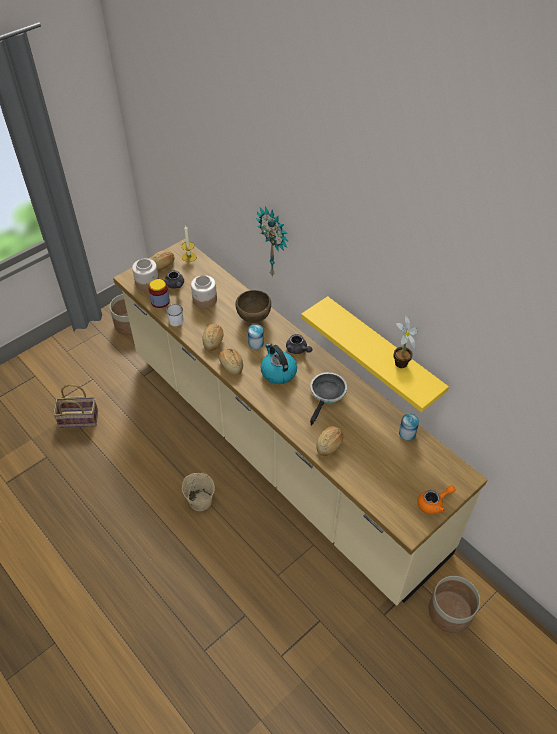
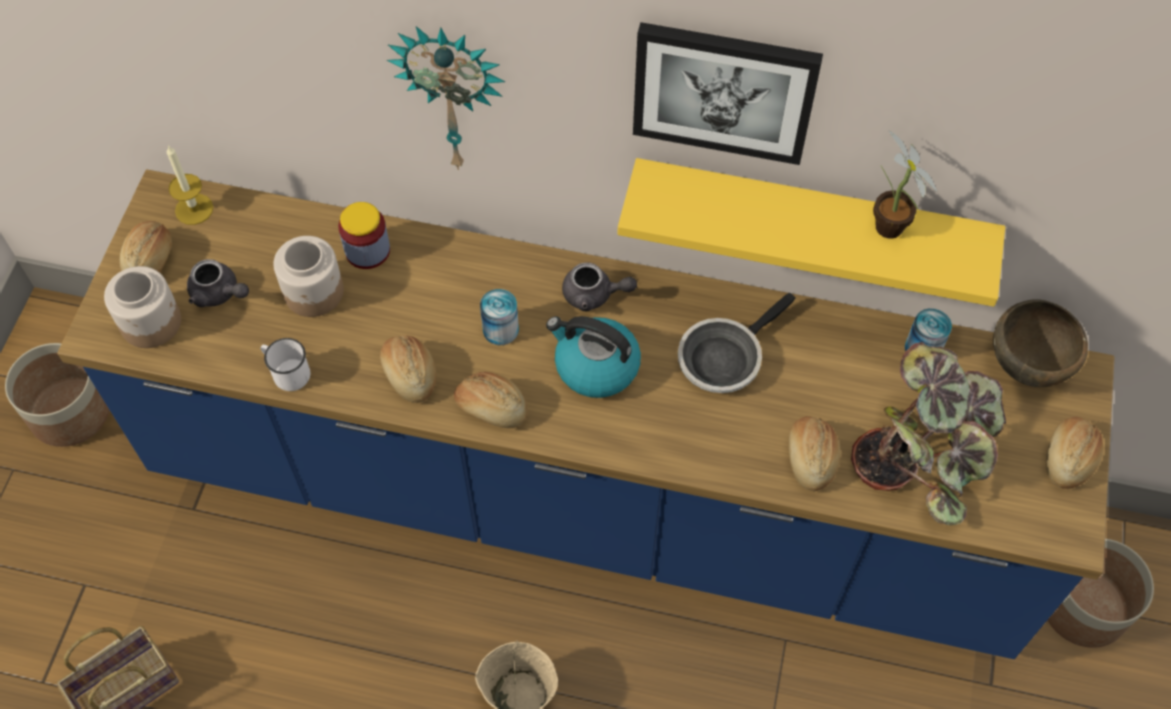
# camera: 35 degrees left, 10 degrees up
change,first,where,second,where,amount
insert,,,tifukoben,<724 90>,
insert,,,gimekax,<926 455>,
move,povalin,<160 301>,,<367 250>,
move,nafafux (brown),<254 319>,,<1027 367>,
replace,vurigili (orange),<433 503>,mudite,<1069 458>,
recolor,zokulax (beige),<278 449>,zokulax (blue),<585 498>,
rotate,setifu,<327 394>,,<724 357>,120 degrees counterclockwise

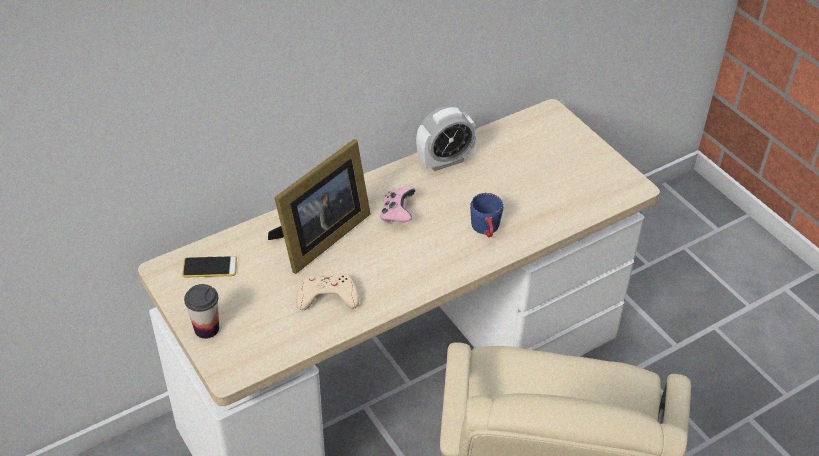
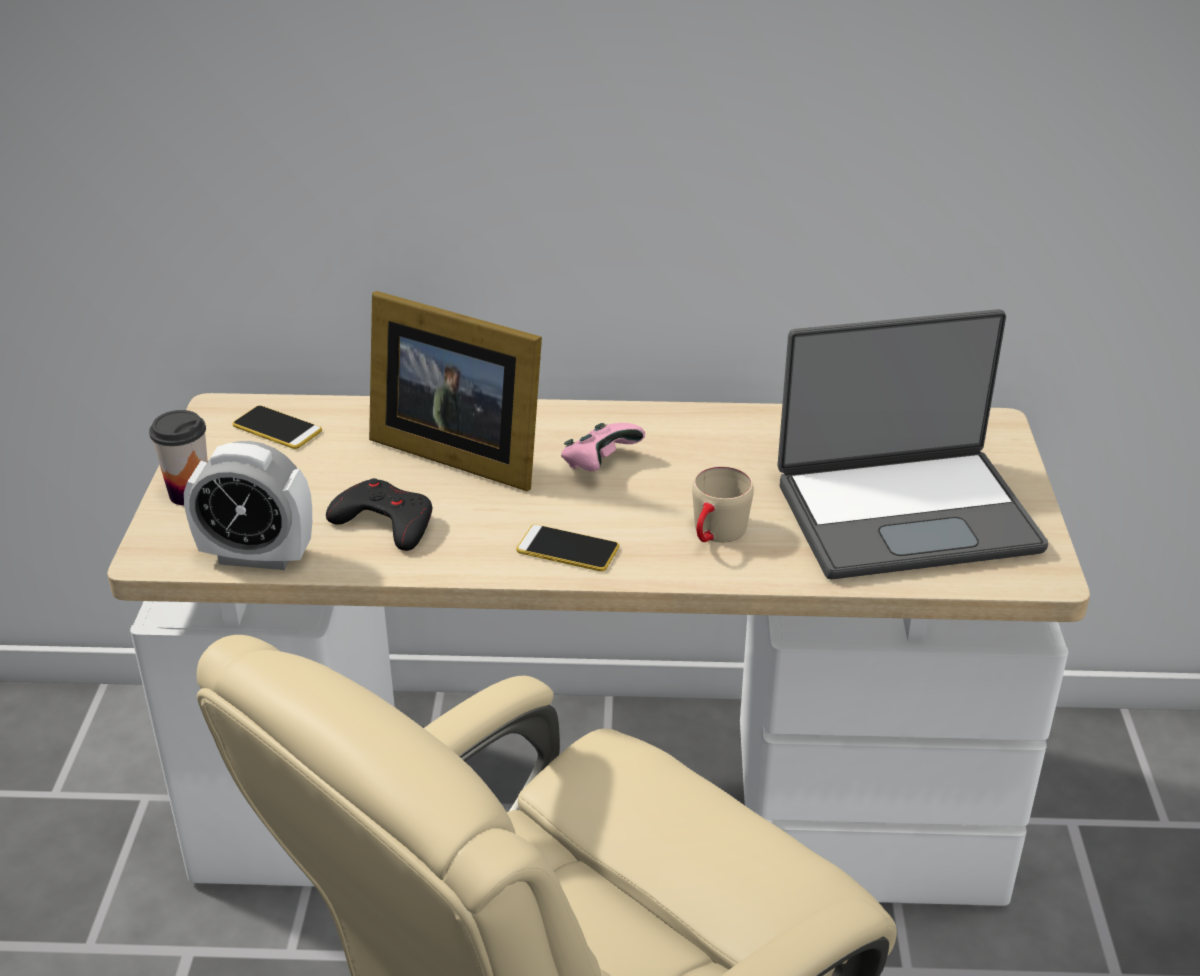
# camera: 35 degrees right, 10 degrees down
change,first,where,second,where,amount
insert,,,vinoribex,<568 549>,
insert,,,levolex,<905 513>,
move,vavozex,<445 161>,,<257 556>,
recolor,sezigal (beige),<327 296>,sezigal (black),<385 522>,
recolor,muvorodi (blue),<486 230>,muvorodi (beige),<715 535>,
rotate,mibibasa,<319 238>,,<456 450>,45 degrees clockwise

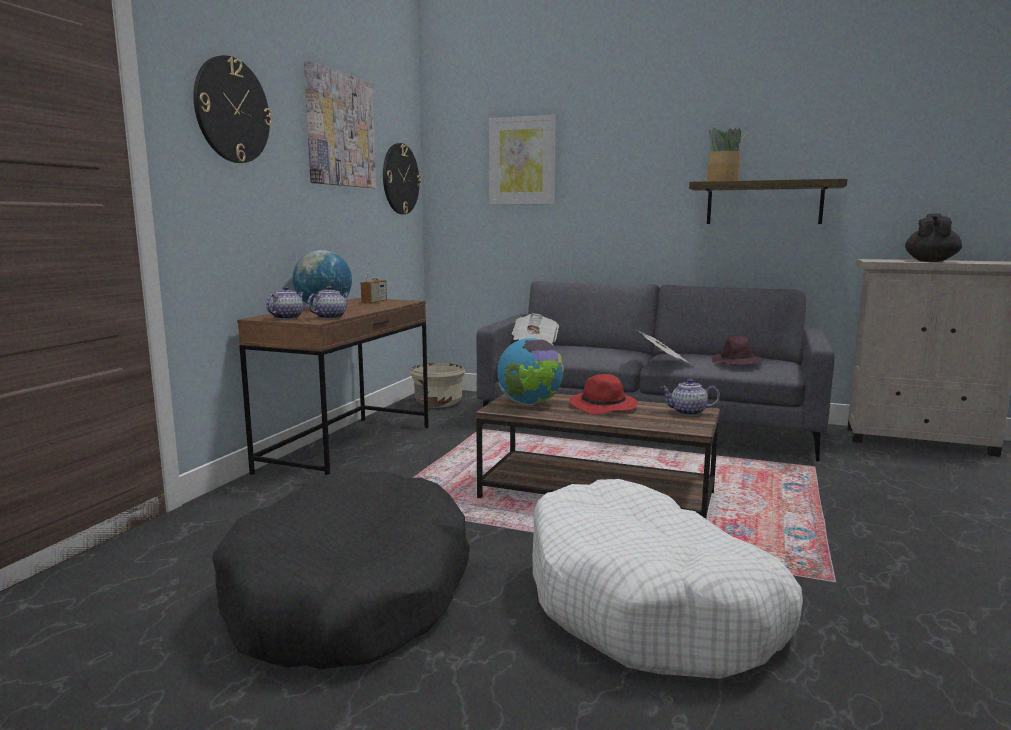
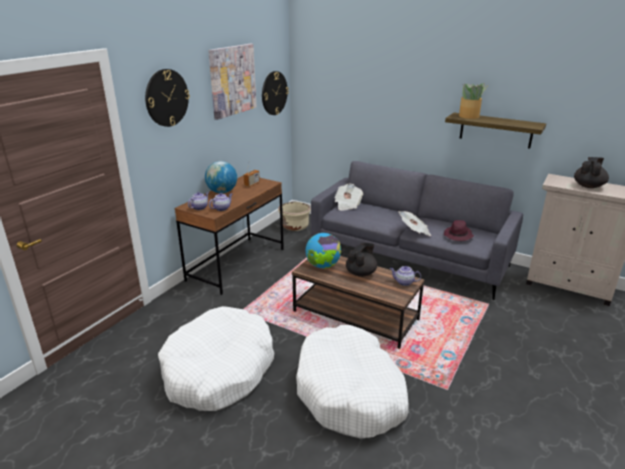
# camera: 10 degrees right, 15 degrees up
change,first,where,second,where,amount
delete,tifukoben,<522 161>,,,
replace,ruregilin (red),<604 407>,vurigili (black),<361 273>,
recolor,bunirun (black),<350 595>,bunirun (white),<218 370>,

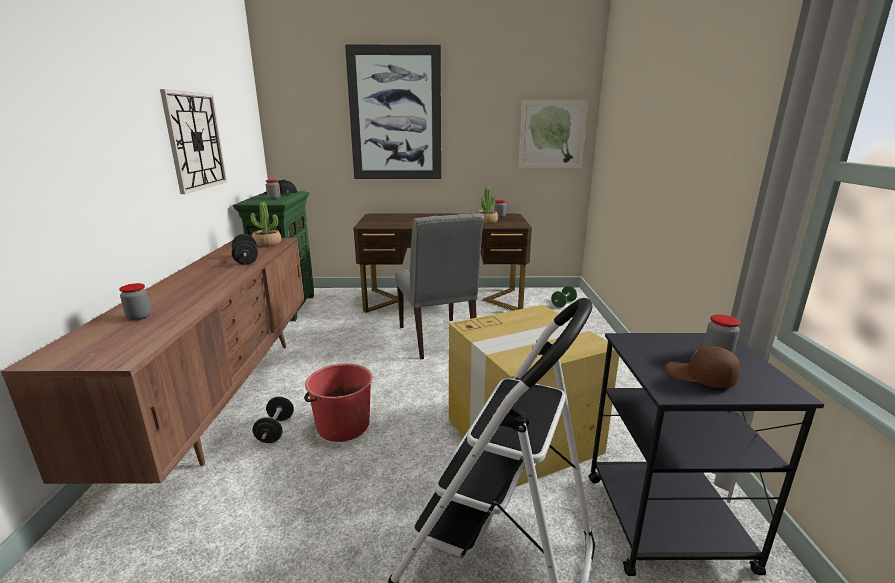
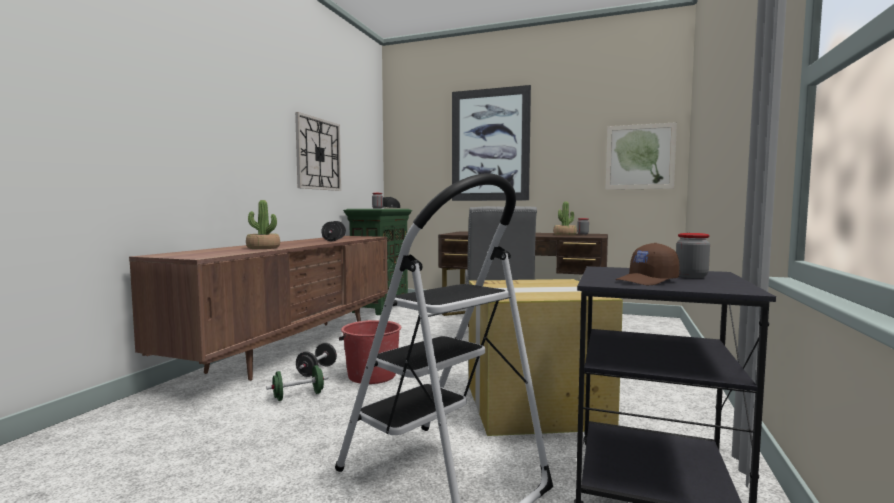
# camera: 20 degrees right, 15 degrees down
change,first,where,second,where,amount
delete,povalin,<139 317>,,,
move,gimekax,<267 243>,,<263 248>,
move,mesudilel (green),<563 304>,,<298 396>,
rotate,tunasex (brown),<700 377>,,<647 281>,90 degrees counterclockwise

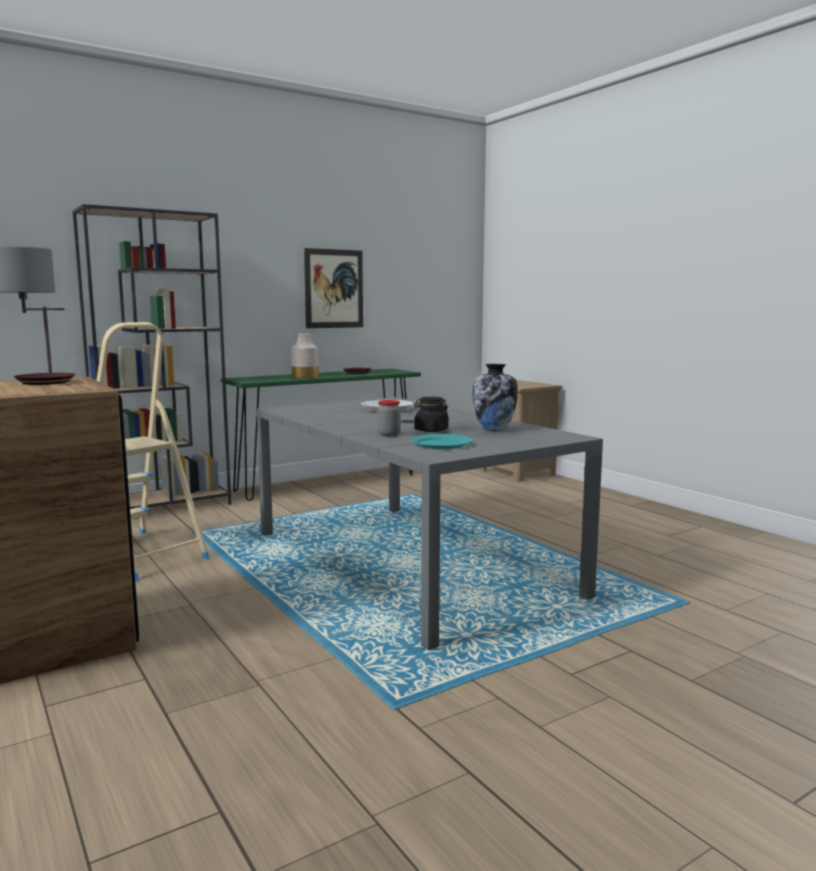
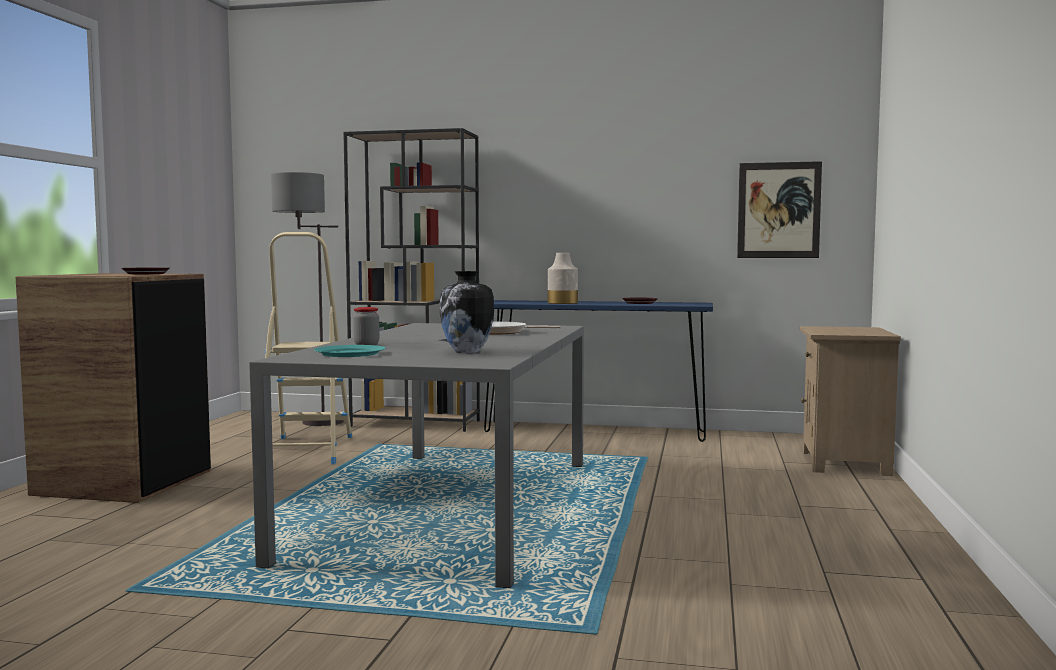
# camera: 45 degrees right, 5 degrees down
change,first,where,second,where,amount
delete,povalin (black),<431 430>,,,
move,tifukoben,<334 288>,,<778 210>,
recolor,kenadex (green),<327 483>,kenadex (blue),<594 432>,

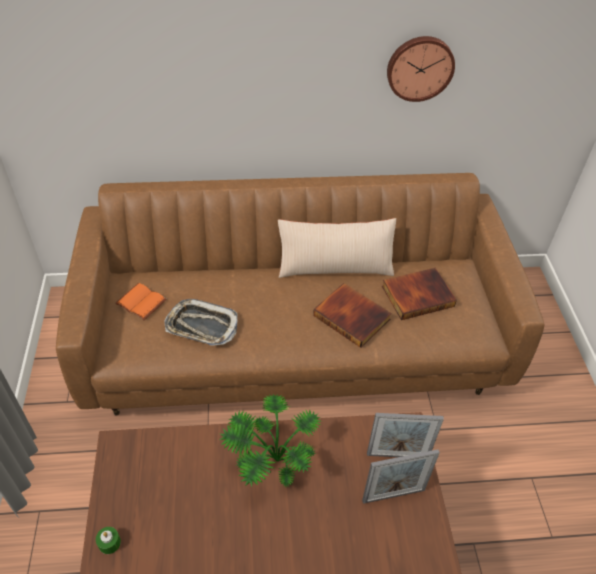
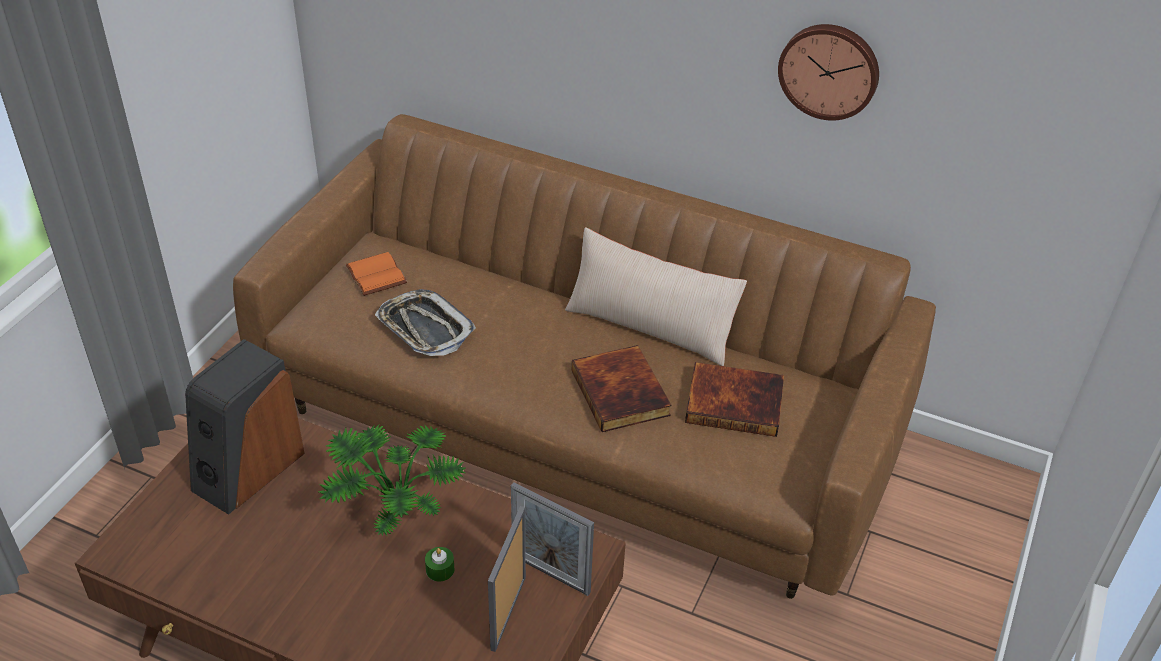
# camera: 30 degrees right, 5 degrees down
change,first,where,second,where,amount
insert,,,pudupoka,<247 469>,
move,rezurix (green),<109 543>,,<440 569>,
rotate,mibibasa,<393 495>,,<508 613>,90 degrees clockwise

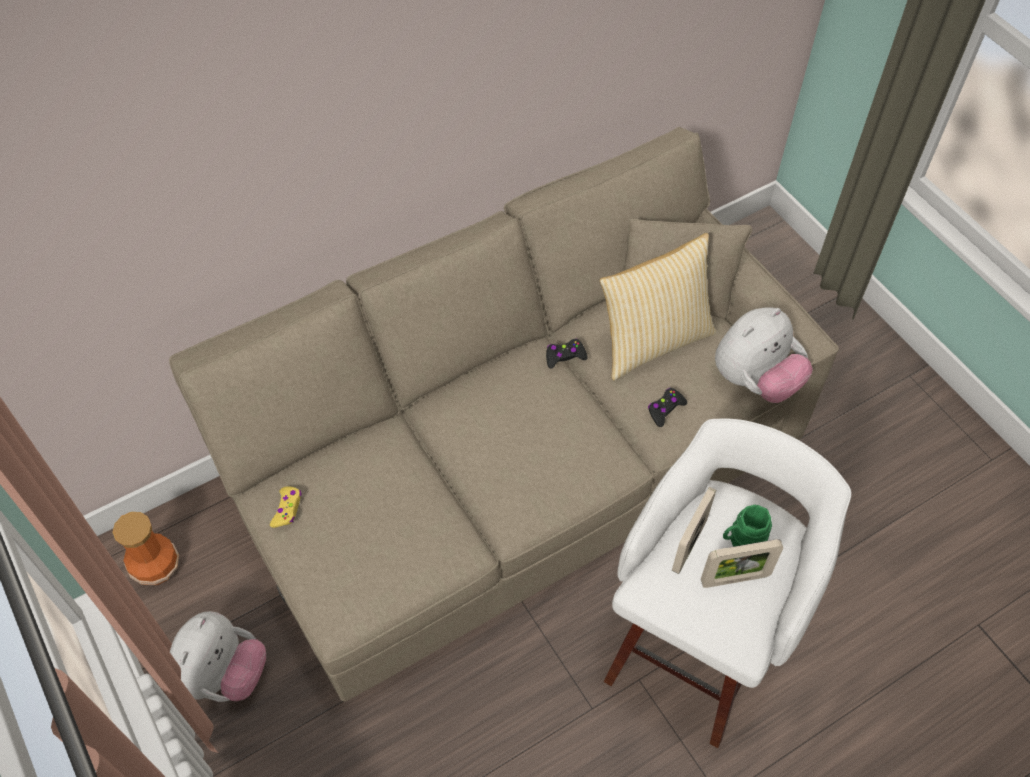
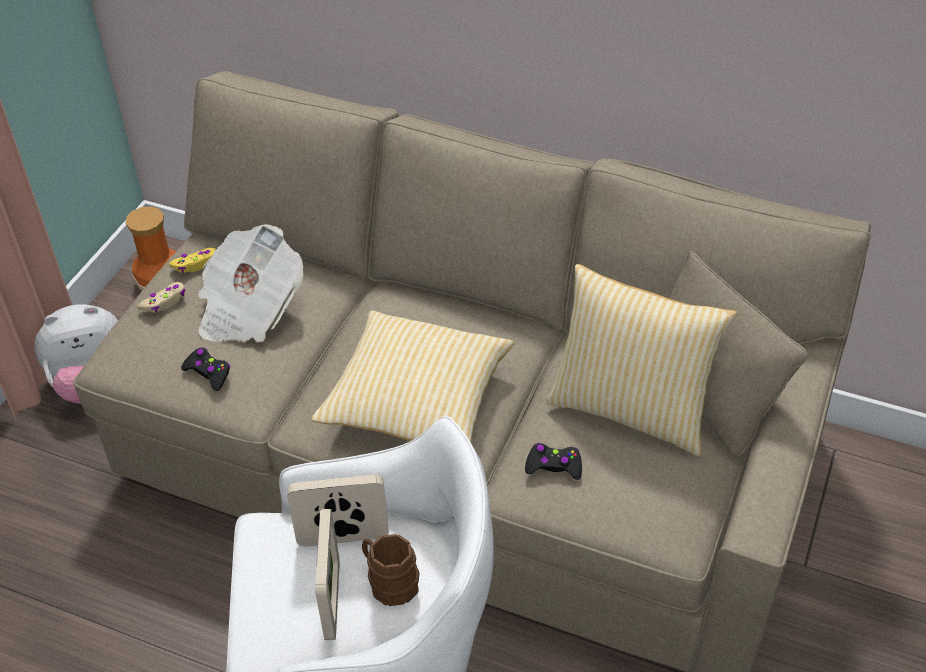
# camera: 55 degrees right, 10 degrees down
change,first,where,second,where,amount
delete,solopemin,<755 380>,,,
insert,,,sezigal (beige),<165 302>,
insert,,,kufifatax,<249 309>,
insert,,,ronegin,<417 402>,
move,sezigal (black),<564 356>,,<208 373>,
recolor,muvorodi (green),<742 540>,muvorodi (brown),<389 582>,
rotate,mibibasa,<735 579>,,<332 600>,135 degrees counterclockwise

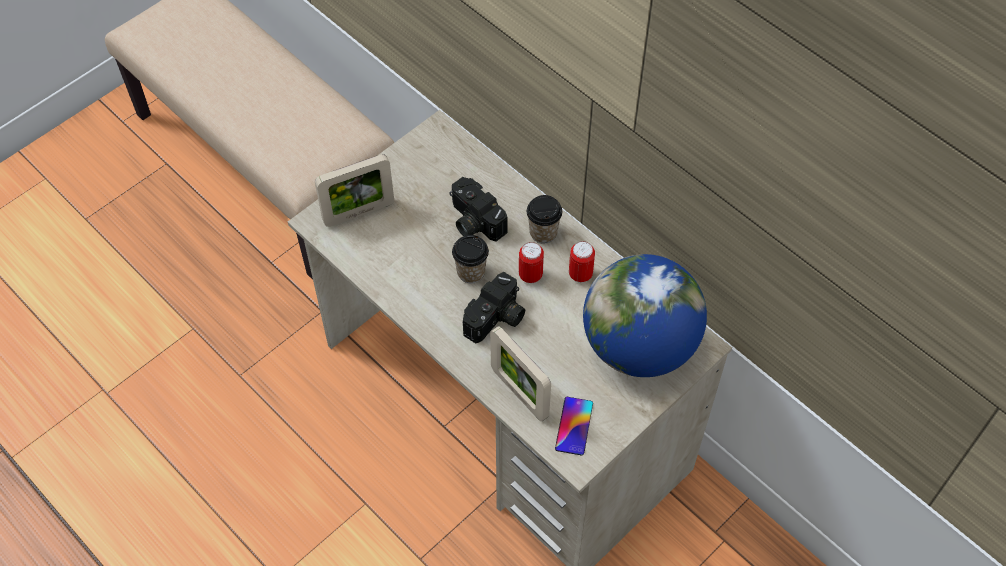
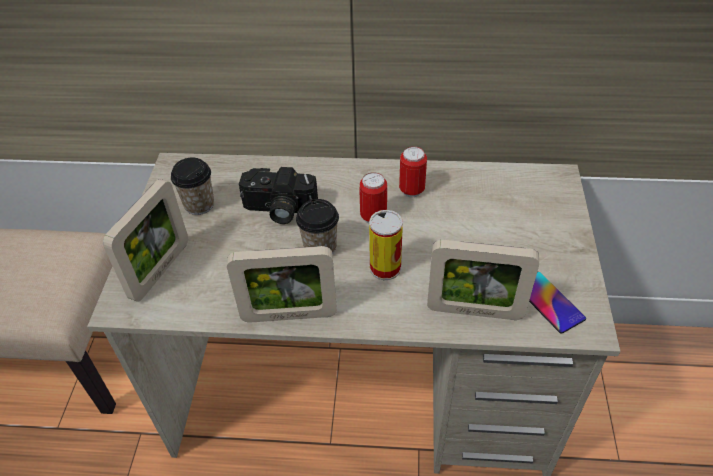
# camera: 40 degrees left, 10 degrees down
change,first,where,second,where,amount
delete,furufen,<639 346>,,,
insert,,,mibibasa,<289 315>,
move,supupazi,<543 232>,,<199 204>,
replace,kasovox,<496 319>,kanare,<385 268>,

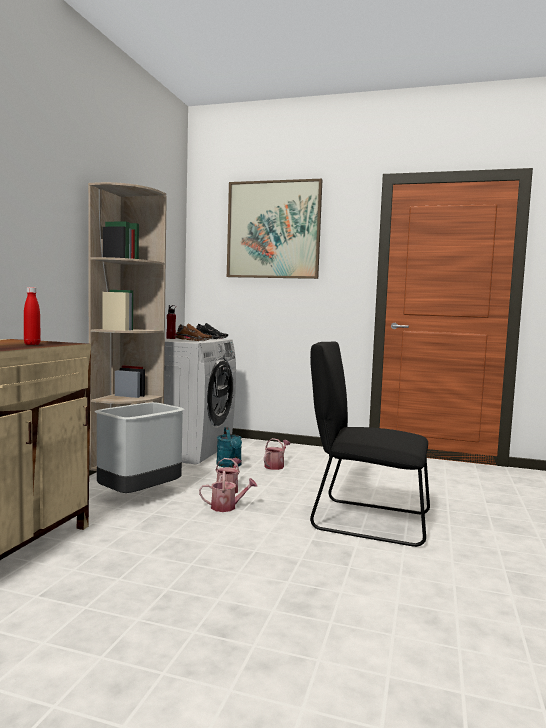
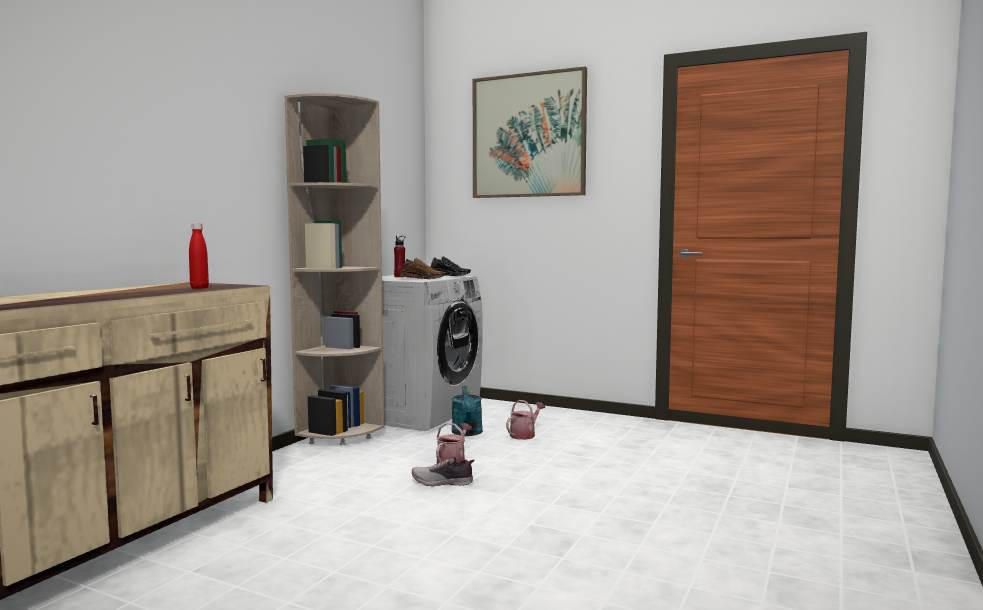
# camera: 10 degrees right, 0 degrees up
change,first,where,second,where,amount
delete,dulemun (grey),<140 497>,,,
delete,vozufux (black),<365 520>,,,
replace,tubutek,<227 507>,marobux,<443 482>,

